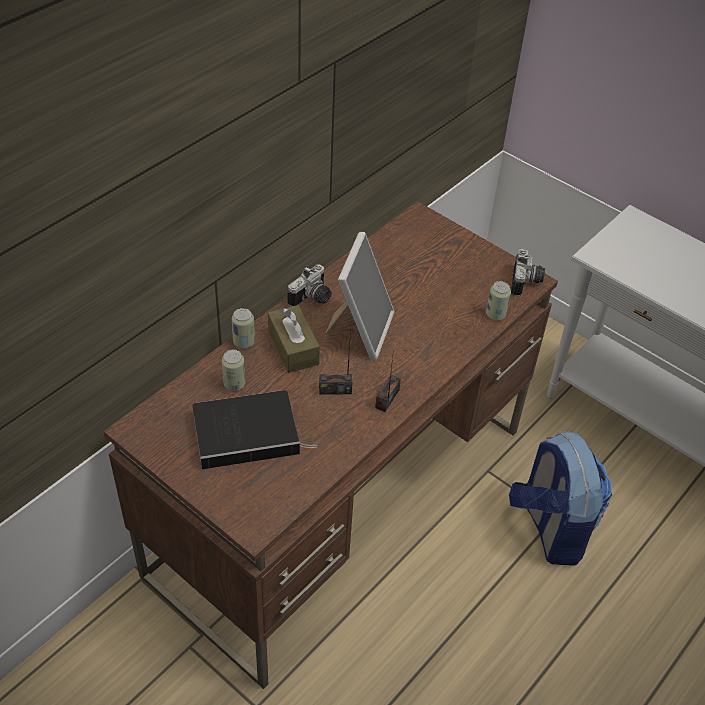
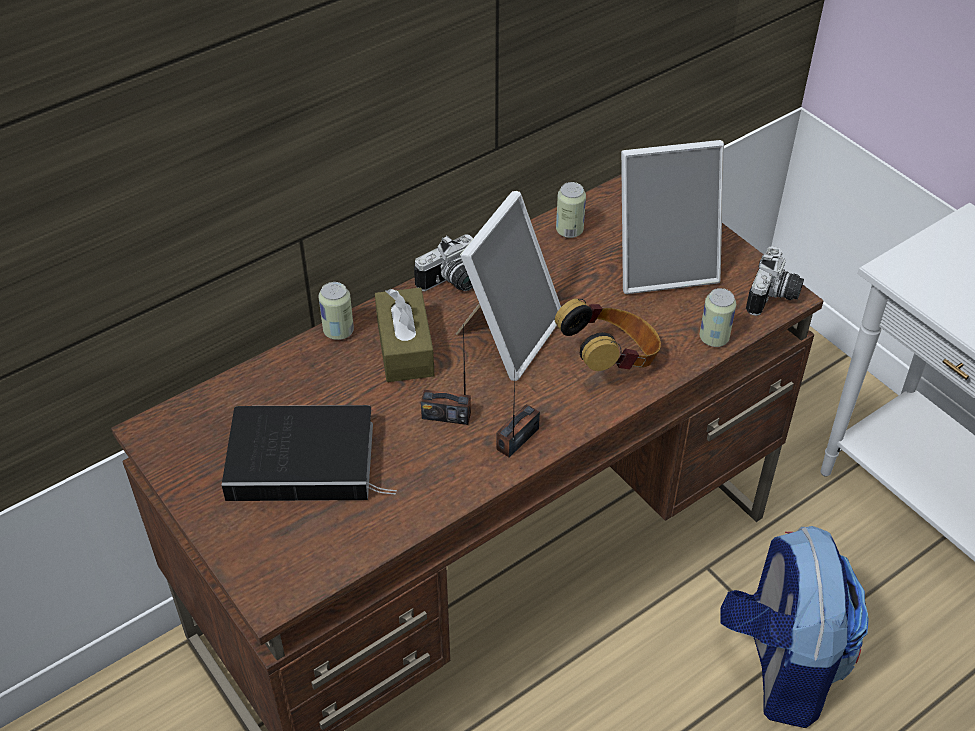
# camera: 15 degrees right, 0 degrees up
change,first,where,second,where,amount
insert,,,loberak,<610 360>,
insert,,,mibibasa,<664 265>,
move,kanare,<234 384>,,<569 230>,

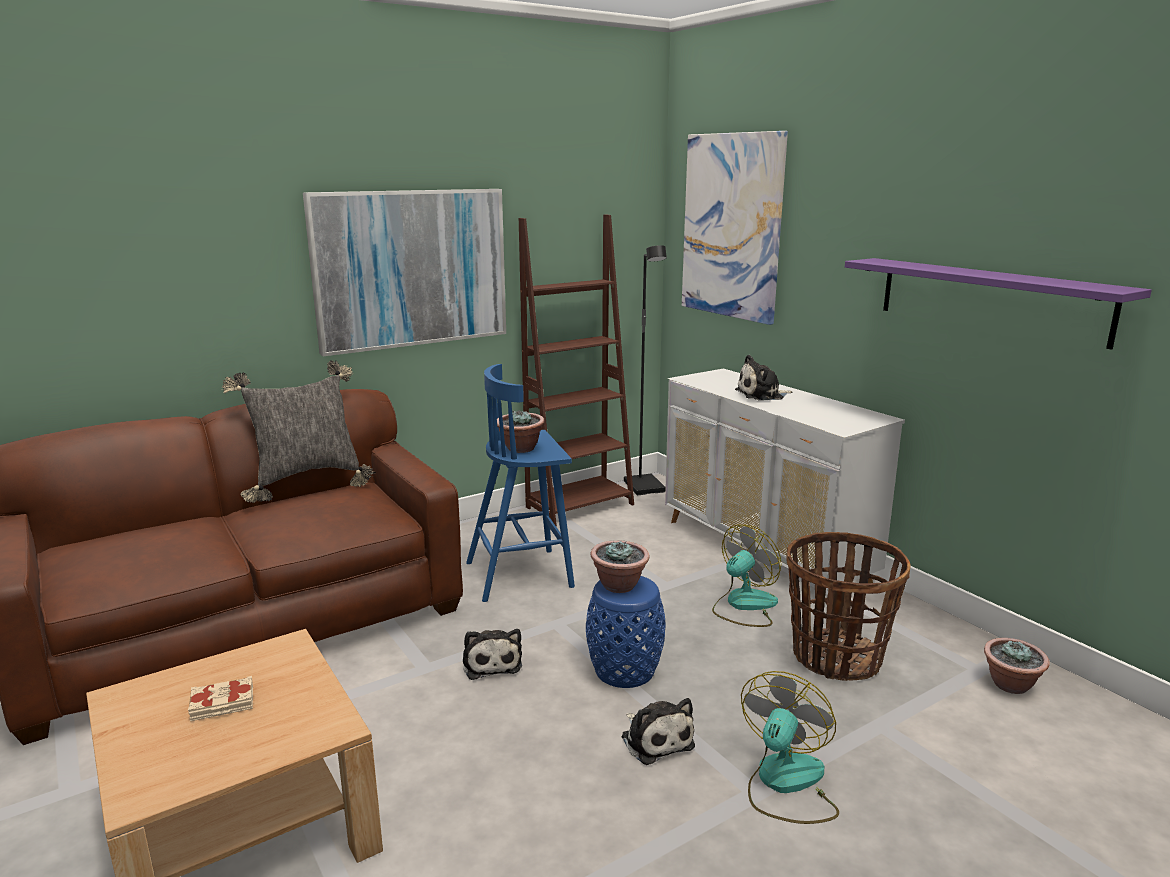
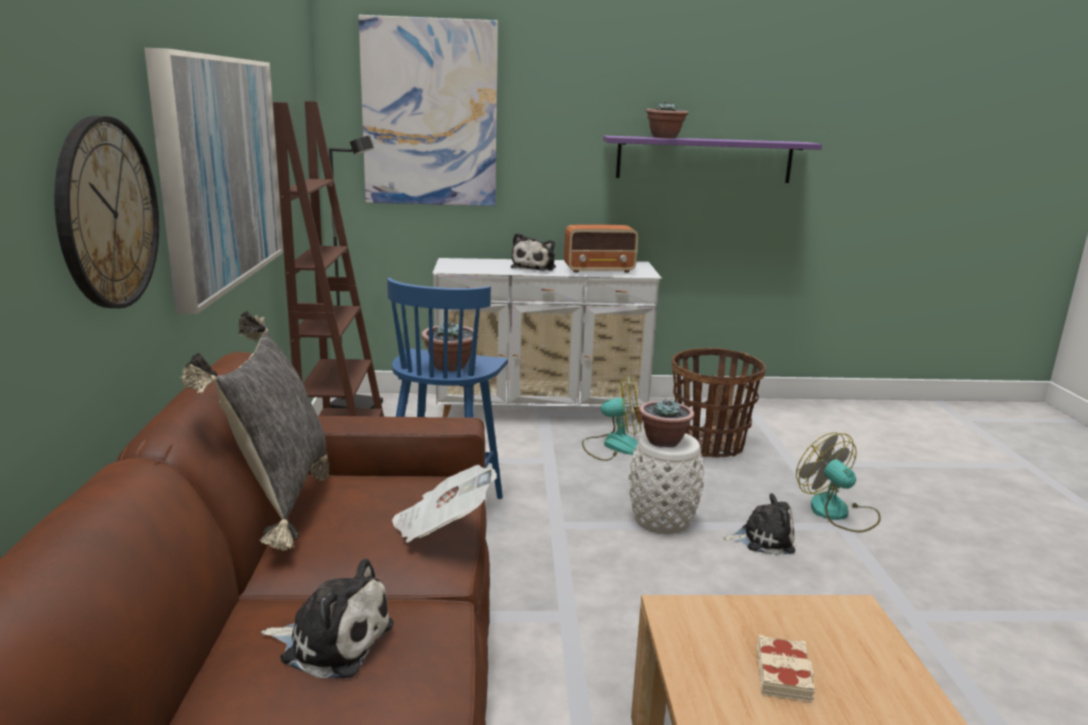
# camera: 60 degrees left, 0 degrees up
change,first,where,second,where,amount
insert,,,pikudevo,<107 214>,
insert,,,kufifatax,<442 526>,
insert,,,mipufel,<600 270>,
move,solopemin,<491 662>,,<332 641>,
move,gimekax,<1010 685>,,<665 137>,
recolor,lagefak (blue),<624 670>,lagefak (white),<661 520>,
rotate,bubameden,<744 605>,,<613 446>,105 degrees clockwise

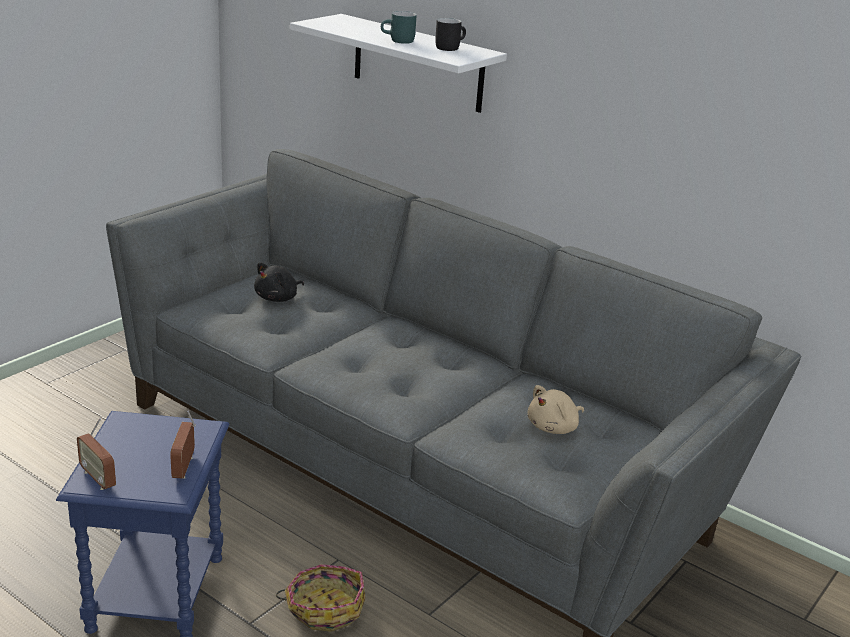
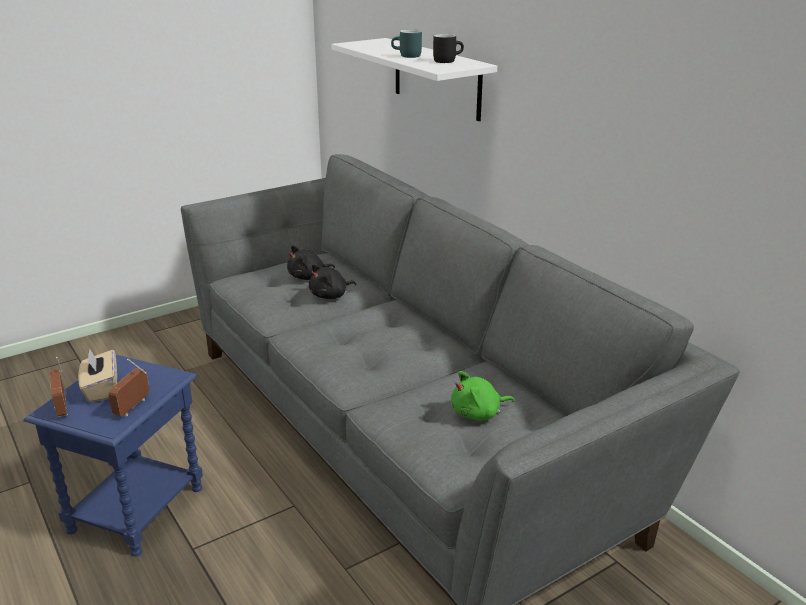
# camera: 20 degrees right, 0 degrees up
change,first,where,second,where,amount
delete,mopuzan,<324 608>,,,
insert,,,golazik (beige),<101 389>,
insert,,,solopemin (black),<330 296>,
recolor,solopemin (beige),<554 427>,solopemin (green),<478 413>,

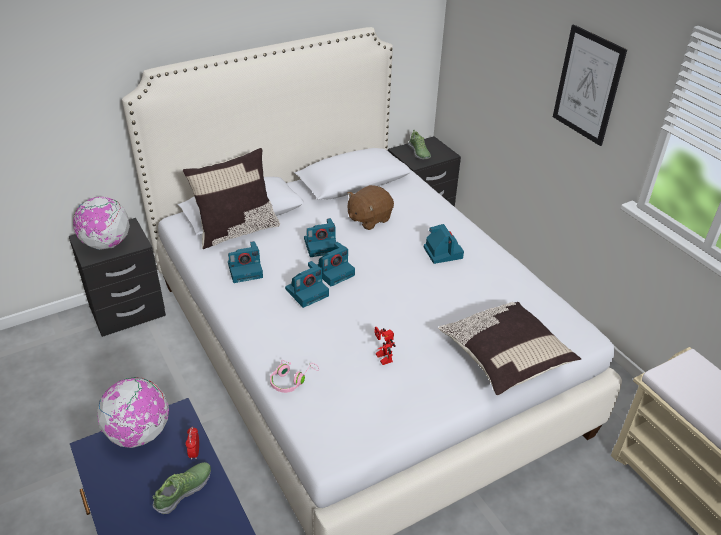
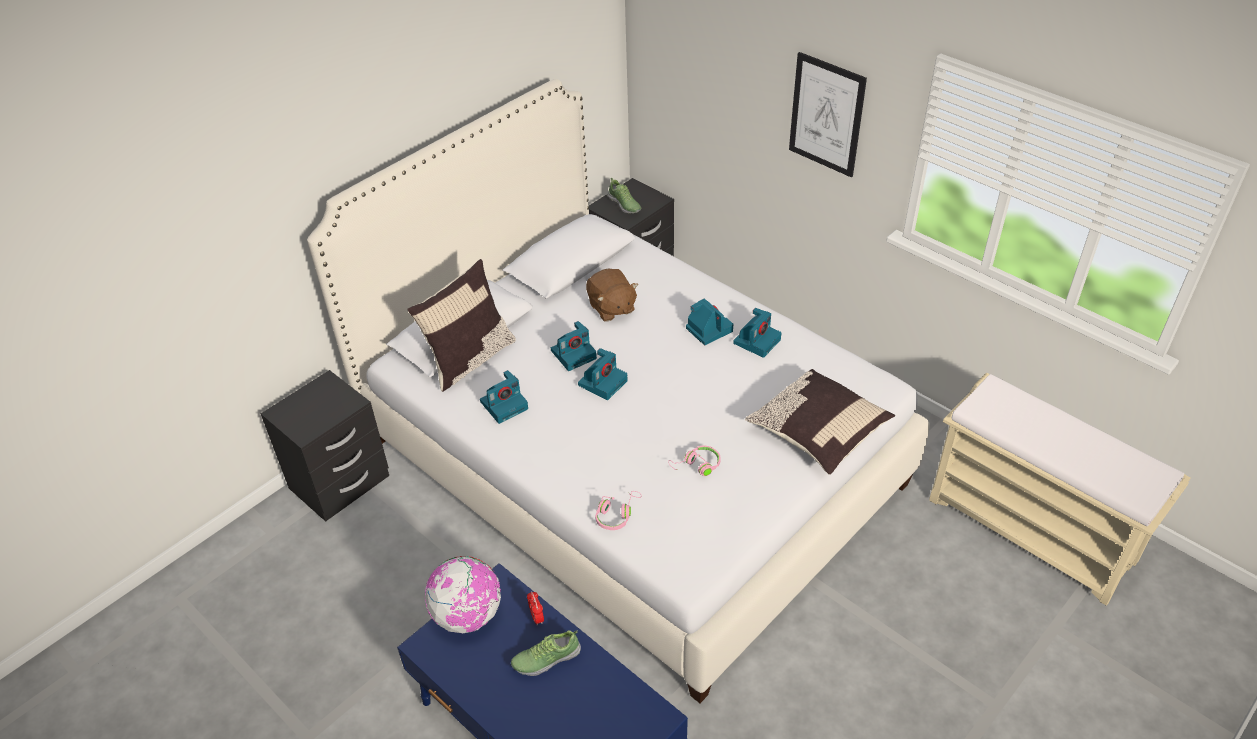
# camera: 15 degrees left, 5 degrees up
change,first,where,second,where,amount
delete,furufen,<106 244>,,,
move,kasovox,<307 292>,,<757 340>,
replace,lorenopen,<381 357>,loberak (pink),<697 466>,
rotate,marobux,<184 491>,,<546 658>,135 degrees counterclockwise
rotate,solopemin (brown),<369 219>,,<611 308>,60 degrees counterclockwise

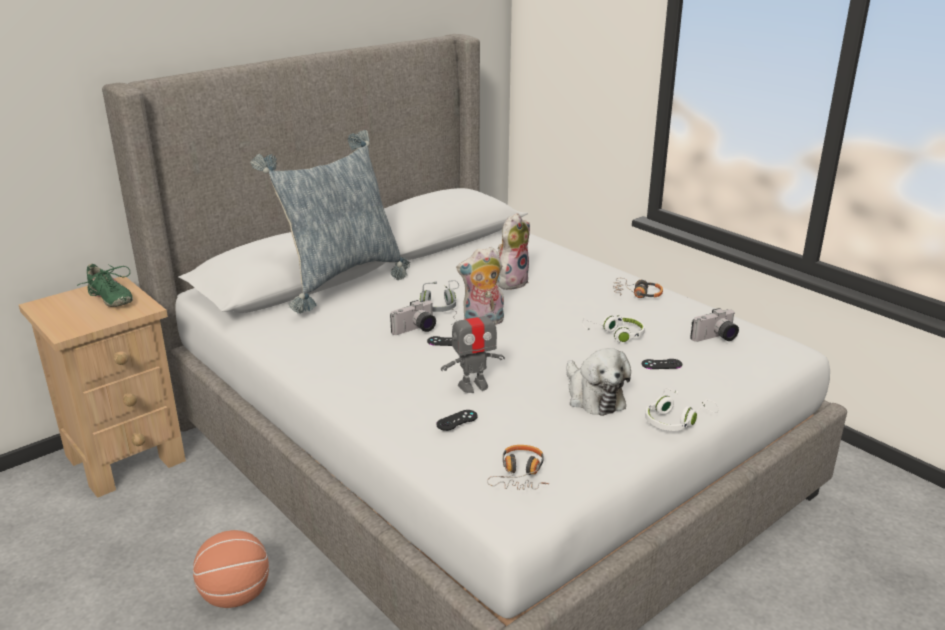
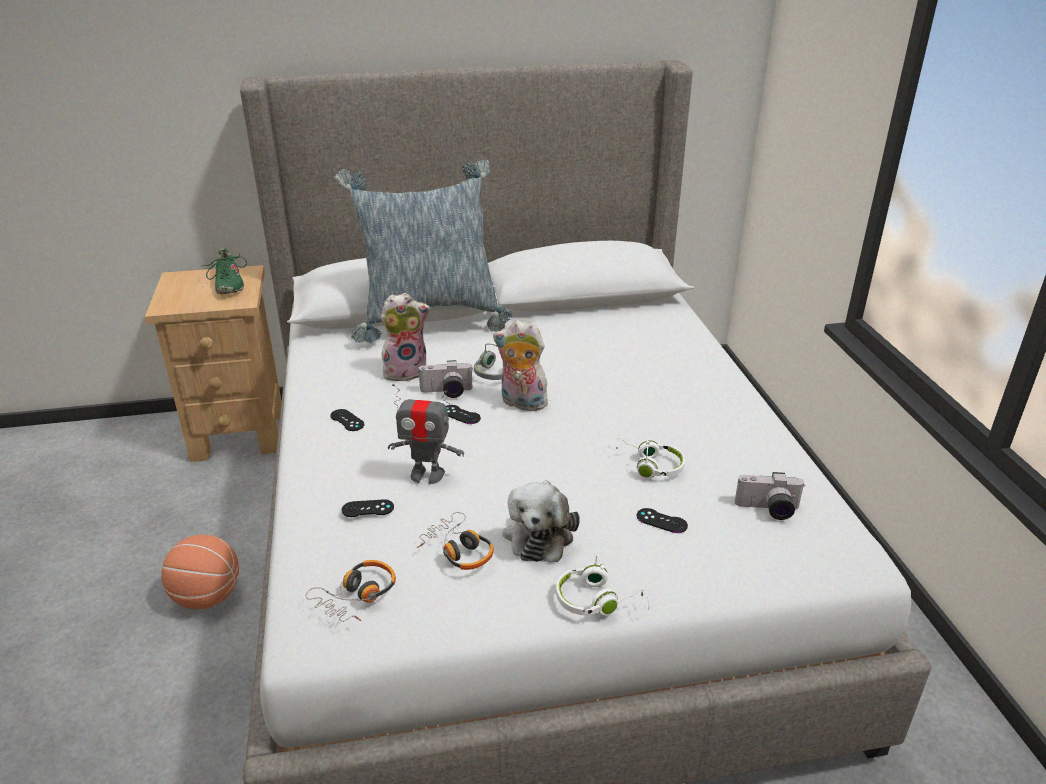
# camera: 30 degrees right, 5 degrees up
change,first,where,second,where,amount
insert,,,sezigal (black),<347 420>,
move,solopemin,<511 281>,,<406 371>,
move,loberak,<636 294>,,<458 550>,

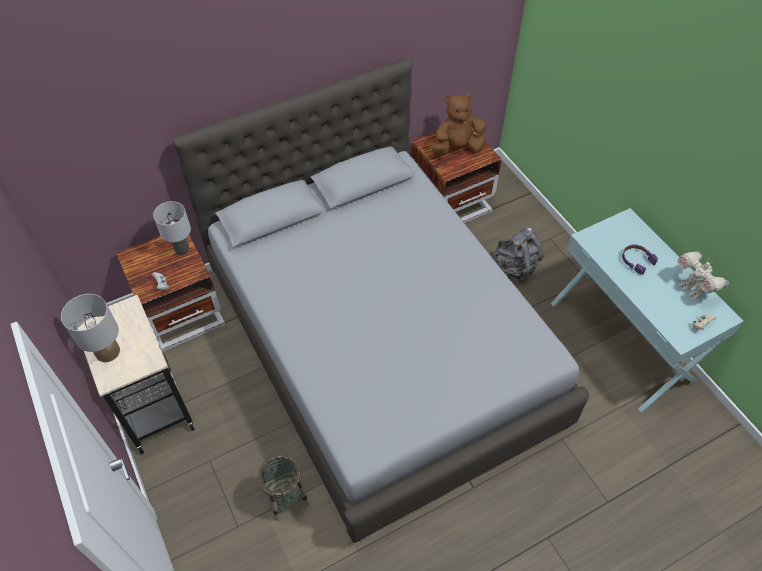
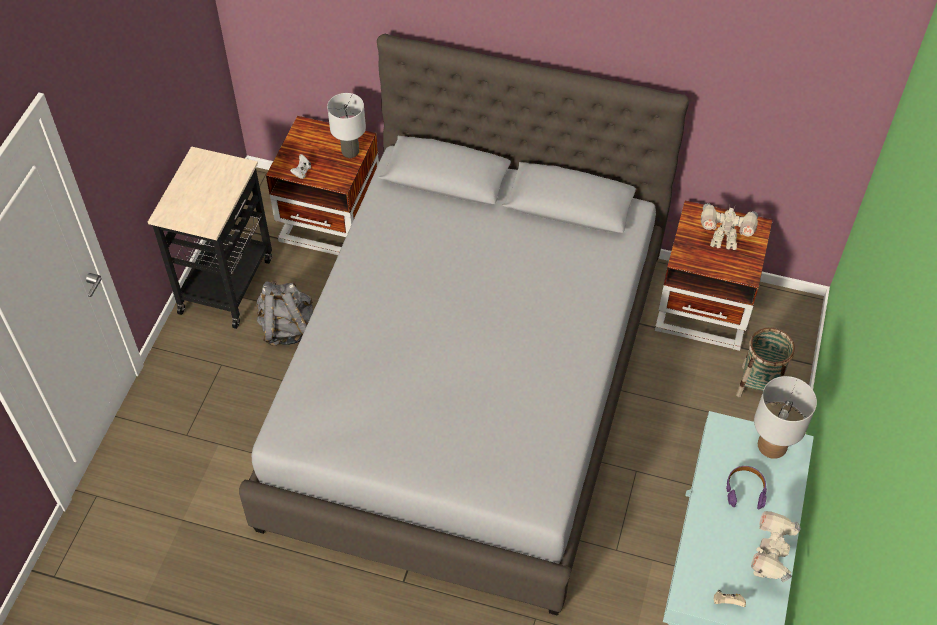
# camera: 45 degrees right, 0 degrees up
change,first,where,second,where,amount
move,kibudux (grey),<107 352>,,<771 446>,
move,mopuzan,<286 497>,,<759 385>,
move,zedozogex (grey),<515 268>,,<287 328>,
replace,solopemin (brown),<457 148>,lorenopen,<723 241>,

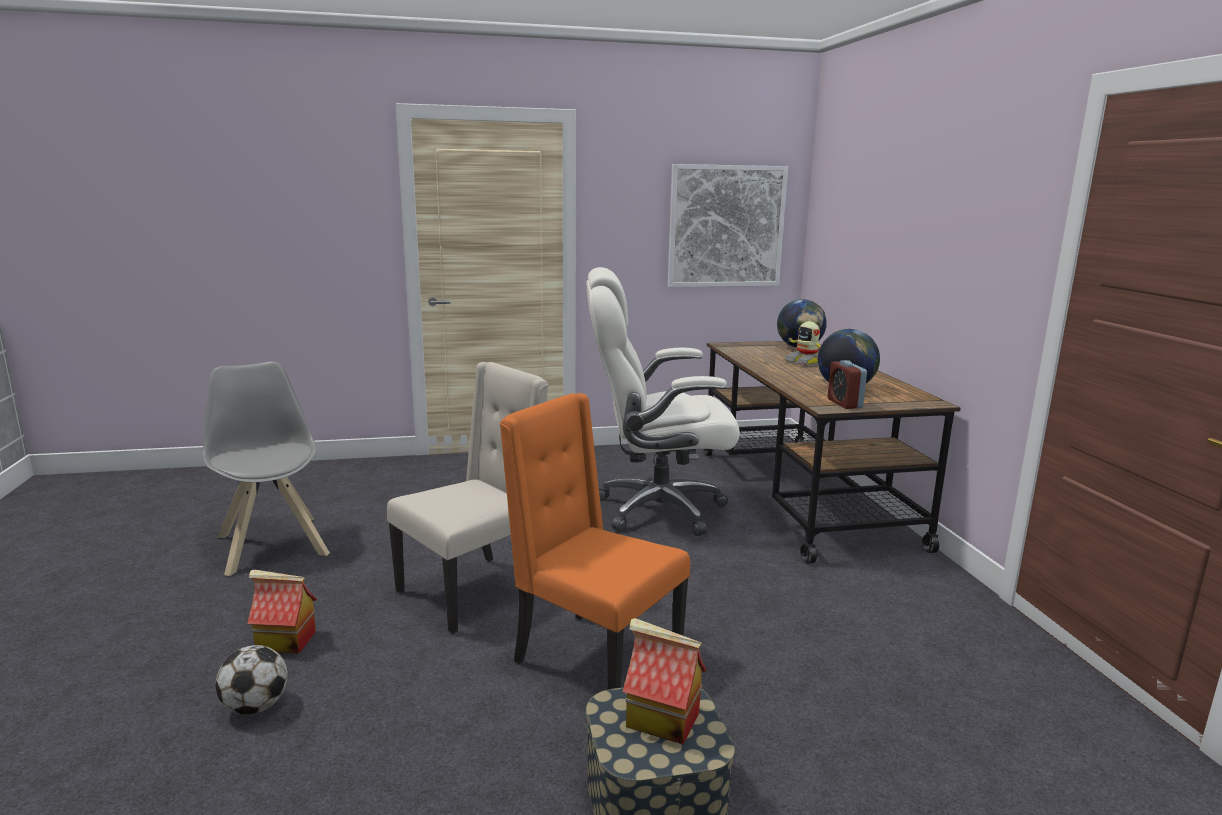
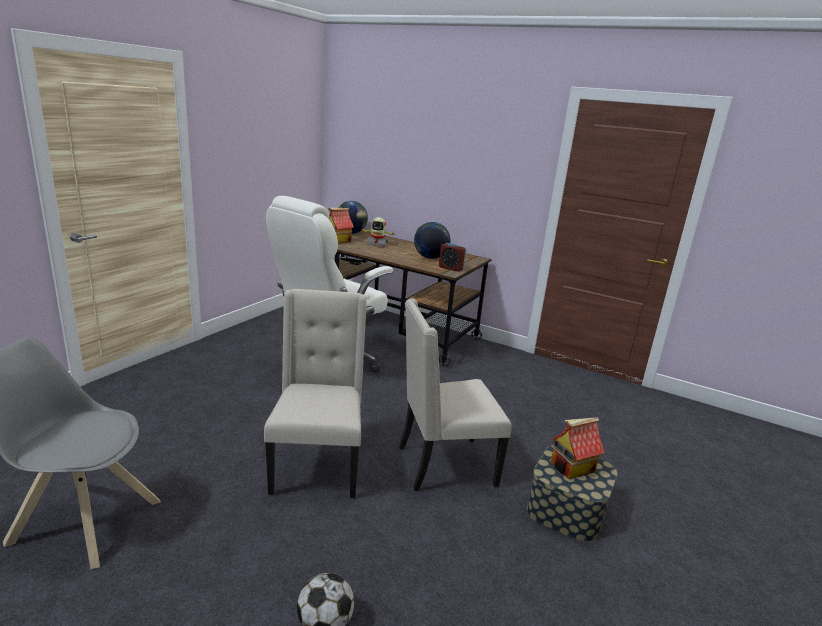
# camera: 50 degrees left, 5 degrees up
change,first,where,second,where,amount
delete,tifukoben,<726 226>,,,
move,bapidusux,<284 641>,,<338 241>,
recolor,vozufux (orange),<593 659>,vozufux (beige),<443 465>,

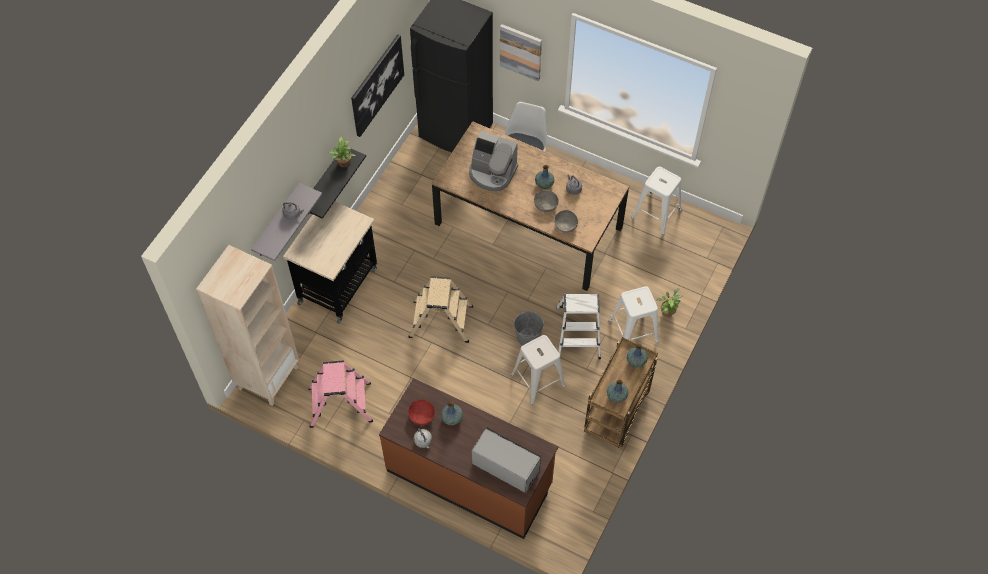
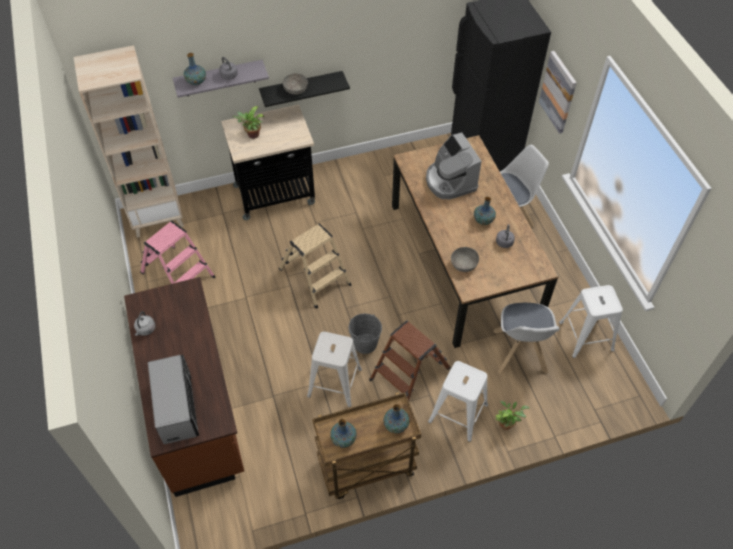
# camera: 45 degrees right, 5 degrees down
change,first,where,second,where,amount
delete,tifukoben,<377 85>,,,
delete,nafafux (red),<421 416>,,,
insert,,,vozufux,<520 353>,
move,gimekax,<343 164>,,<252 135>,
move,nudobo,<452 418>,,<196 81>,
move,nafafux (grey),<545 205>,,<295 89>,
recolor,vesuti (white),<578 332>,vesuti (brown),<410 373>,

